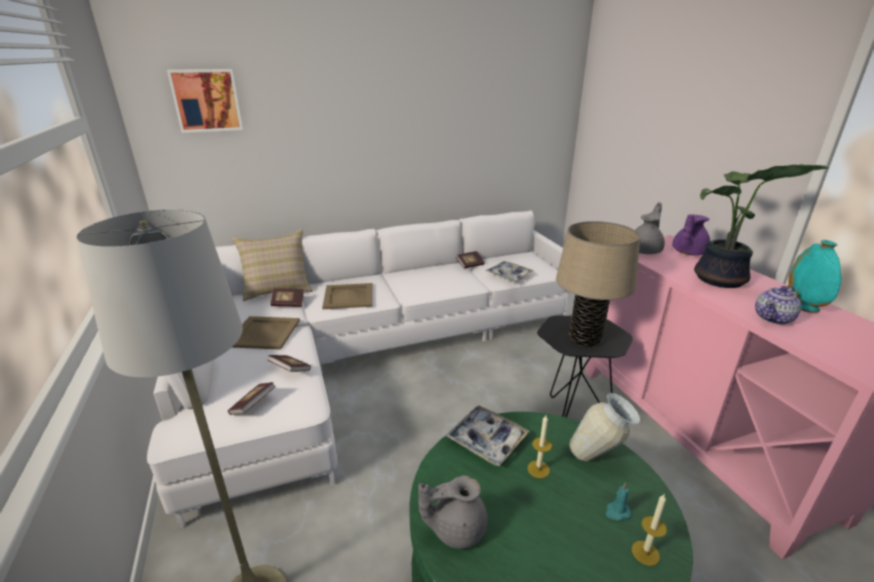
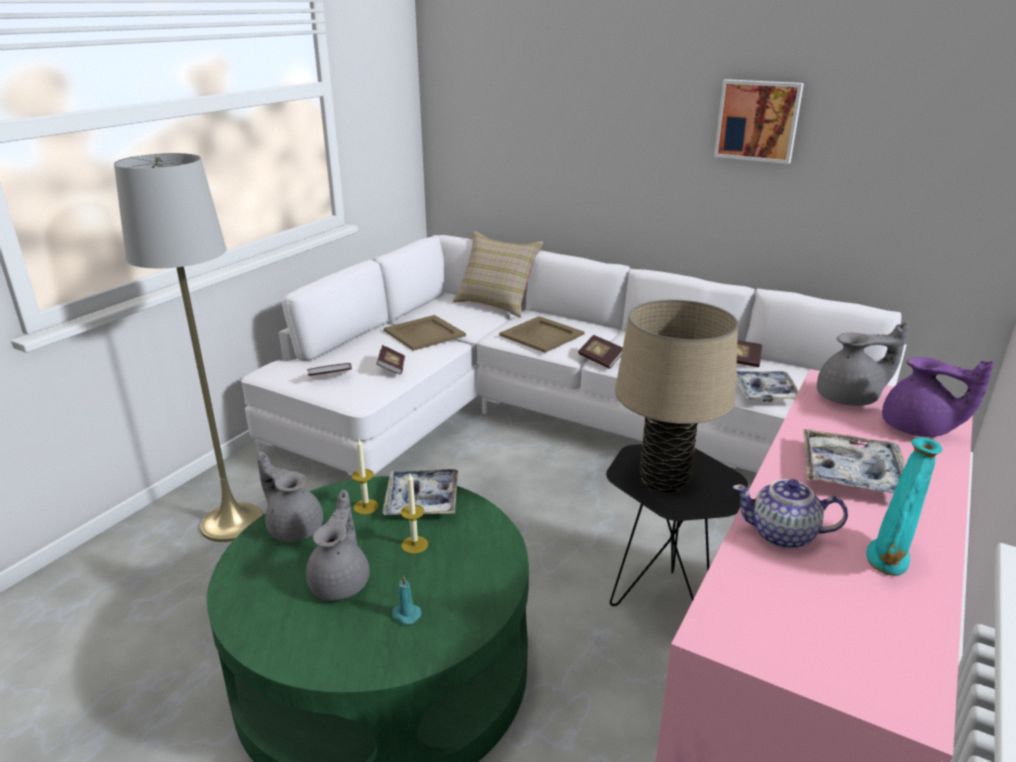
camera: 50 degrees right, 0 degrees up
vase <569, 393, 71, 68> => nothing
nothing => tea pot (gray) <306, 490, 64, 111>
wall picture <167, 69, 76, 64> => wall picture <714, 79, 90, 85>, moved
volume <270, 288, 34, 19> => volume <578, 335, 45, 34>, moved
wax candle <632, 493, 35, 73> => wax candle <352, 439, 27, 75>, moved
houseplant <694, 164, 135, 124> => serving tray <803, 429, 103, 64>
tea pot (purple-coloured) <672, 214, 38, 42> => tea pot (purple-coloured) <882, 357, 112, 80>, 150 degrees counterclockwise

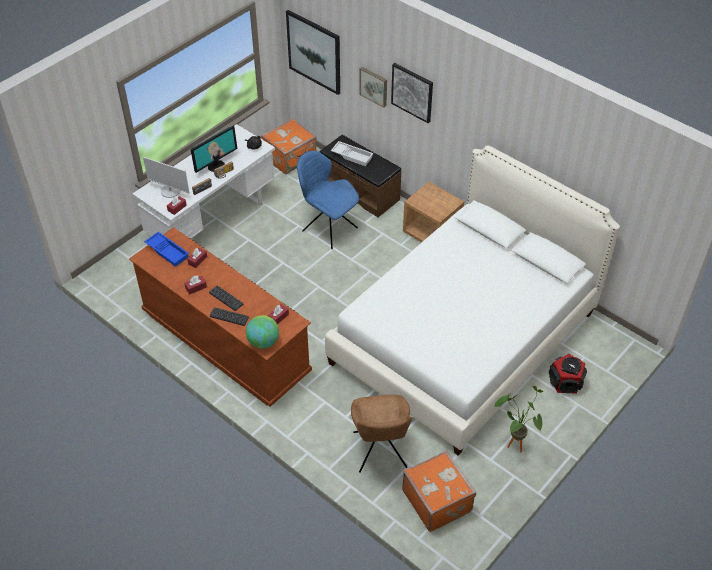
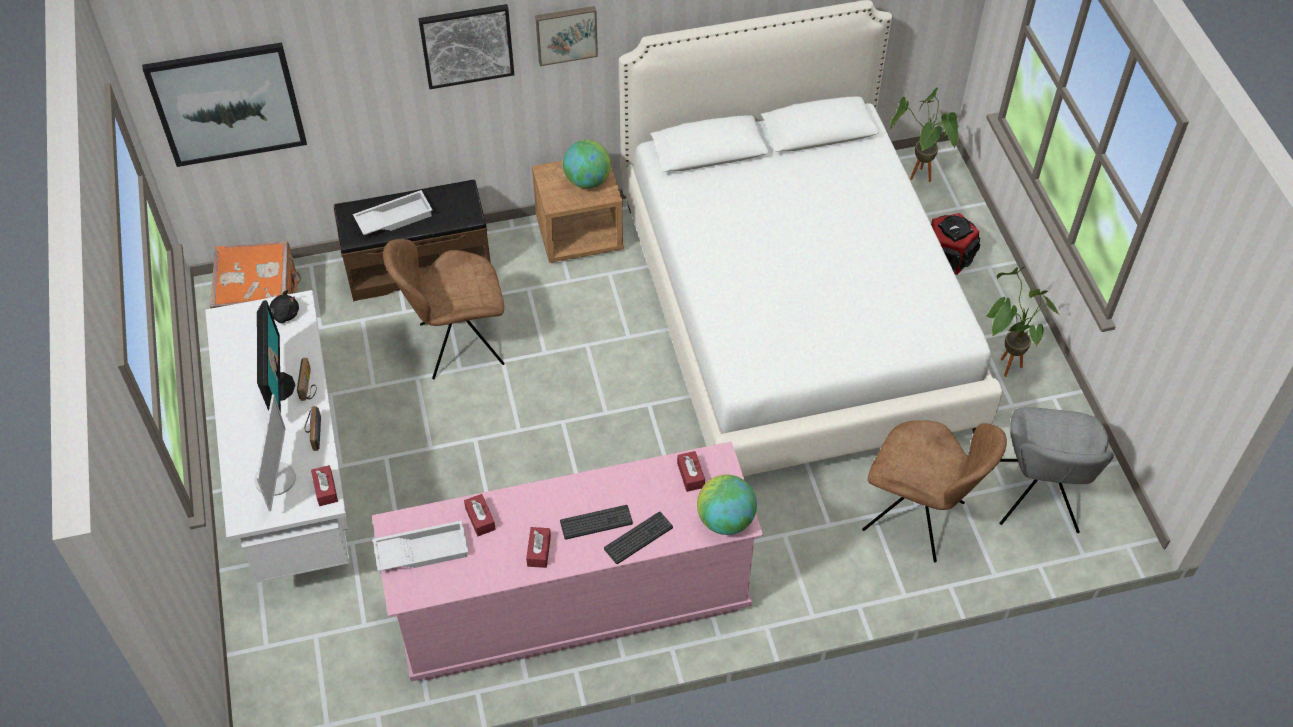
camera: 55 degrees left, 5 degrees up
nothing => desk globe <563, 140, 48, 49>
nothing => houseplant <890, 87, 69, 95>
wall picture <360, 67, 27, 41> => wall picture <535, 6, 63, 60>, moved
piece of luggage (orangey) <402, 451, 74, 81> => plain chair (gray) <999, 407, 115, 126>
dresser (brownish) <129, 227, 183, 180> => dresser (pinkish) <372, 442, 391, 240>
serving tray (blue) <144, 232, 45, 35> => serving tray (whitish) <373, 520, 95, 51>
plain chair (blue) <297, 151, 62, 98> => plain chair (brownish) <383, 239, 122, 141>
computer screen <143, 157, 46, 41> => computer screen <254, 394, 42, 117>, 60 degrees counterclockwise

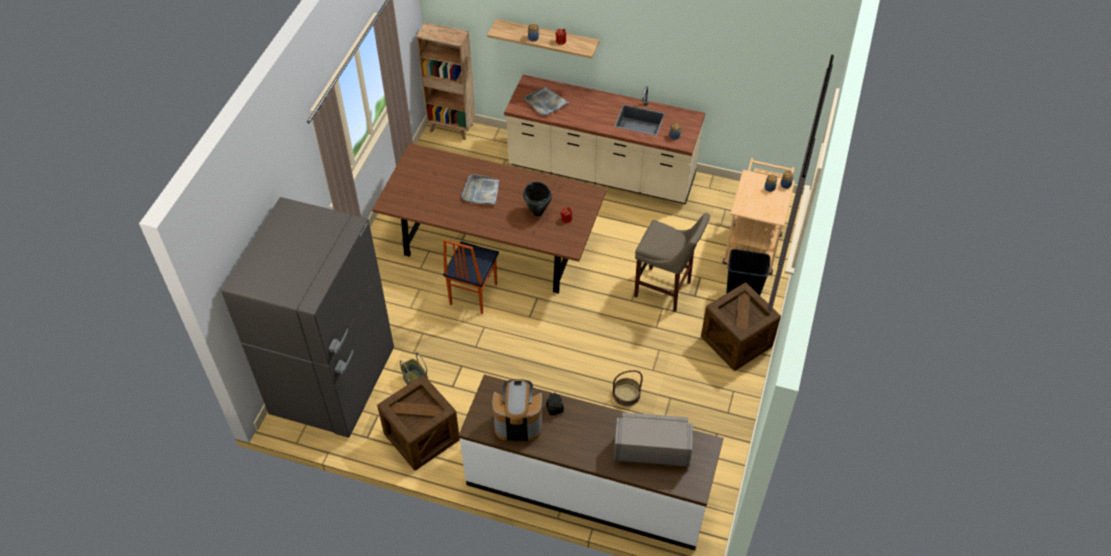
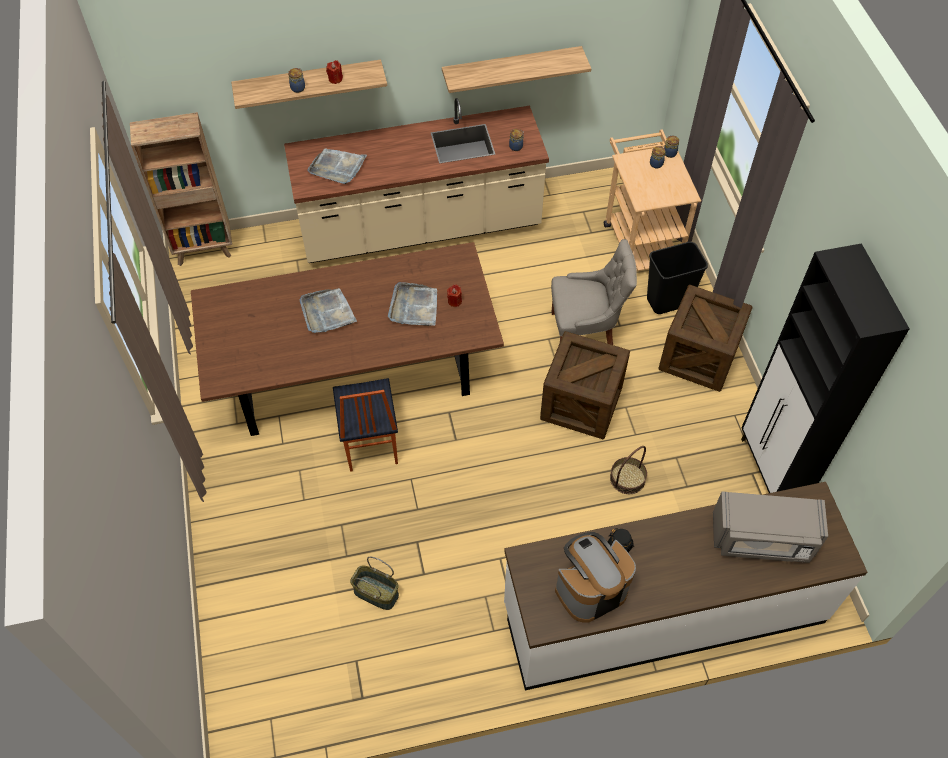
camera: 30 degrees left, 5 degrees up
fridge (gray) <221, 197, 173, 241> => nothing
nothing => wall shelf <442, 46, 149, 47>
nothing => storage cabinet (black) <741, 243, 169, 250>
crate <377, 375, 83, 95> => crate <540, 331, 90, 108>, moved
saucepot (black) <523, 182, 29, 34> => serving tray (gray) <388, 282, 49, 44>
sitting stool (sand-coloured) <634, 213, 76, 99> => plain chair (gray) <551, 239, 86, 106>
microwave oven (gray) <614, 412, 79, 55> => microwave oven (gray) <713, 491, 115, 72>, 150 degrees counterclockwise

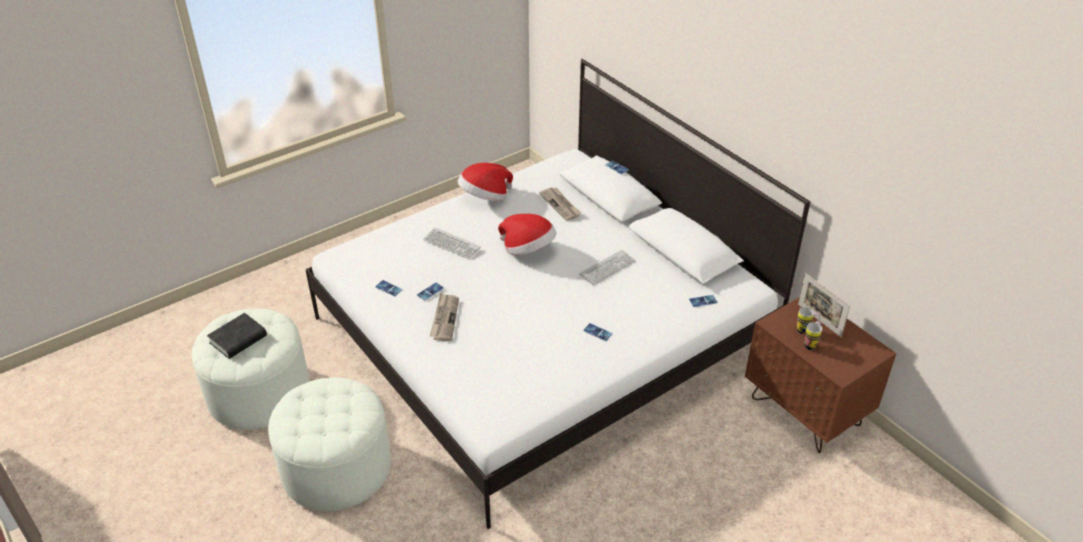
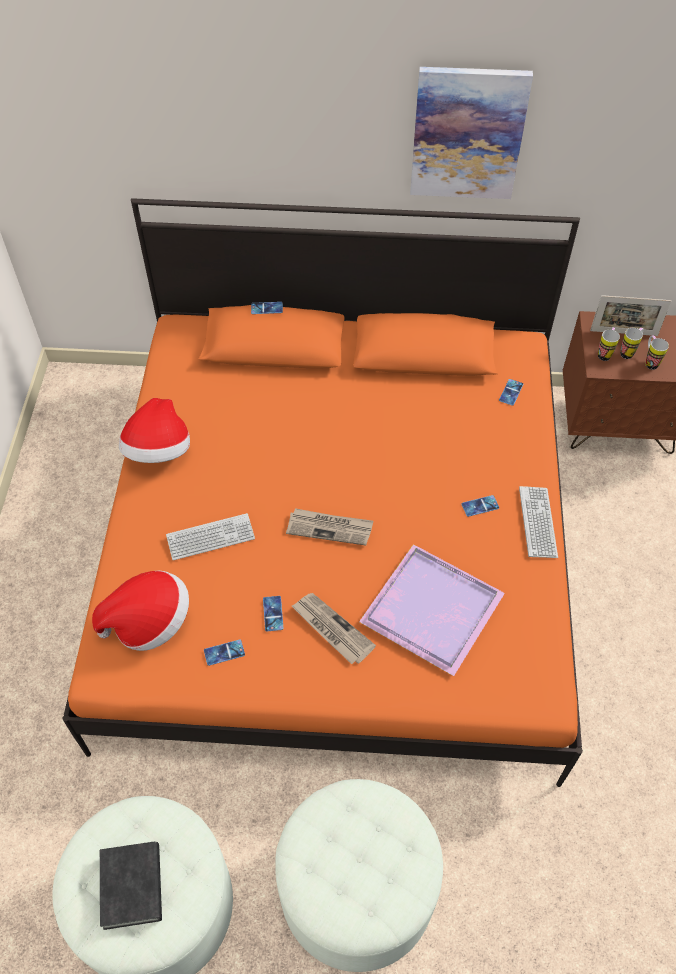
camera: 50 degrees left, 15 degrees up
nothing => serving tray (purple-coloured) <359, 544, 146, 132>
nothing => wall picture <410, 67, 123, 132>
nothing => tea mug <598, 327, 22, 34>
wearable hat <498, 214, 58, 41> => wearable hat <92, 570, 97, 81>, moved
daily paper <539, 187, 42, 34> => daily paper <286, 508, 87, 38>, moved
keyboard <579, 250, 57, 36> => keyboard <519, 486, 39, 72>, moved
sleeping bed (whitish) <306, 59, 505, 470> => sleeping bed (orangey) <62, 198, 521, 589>

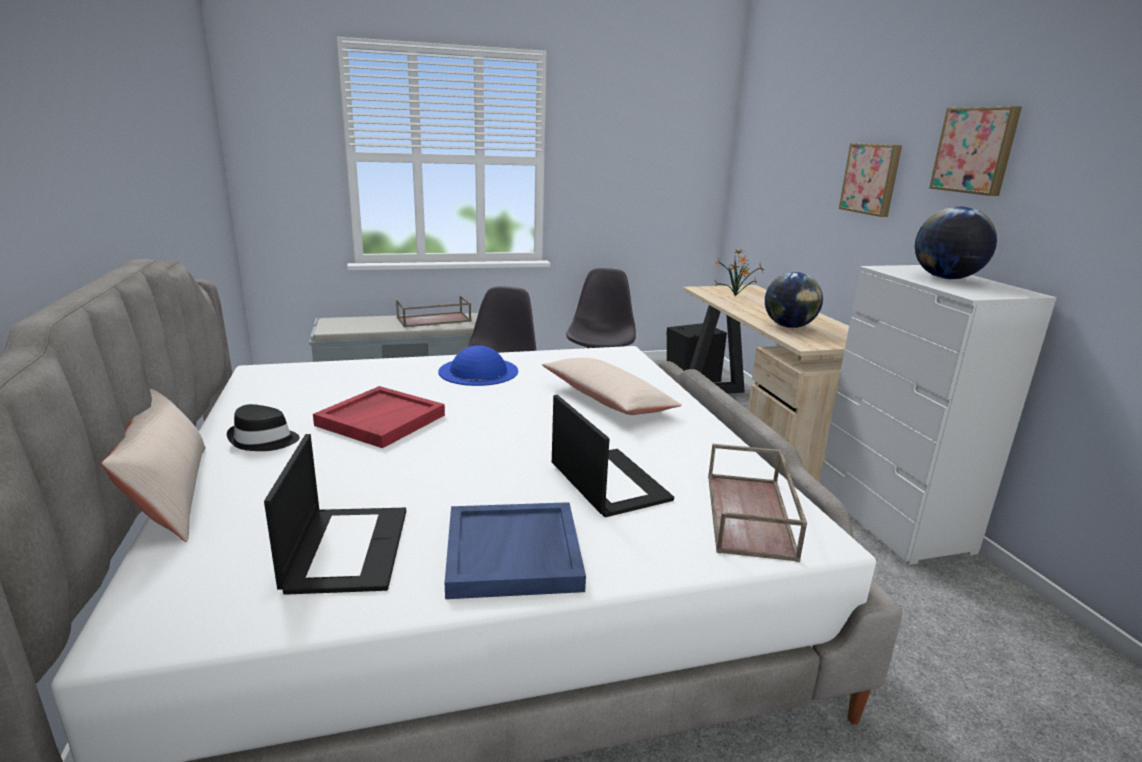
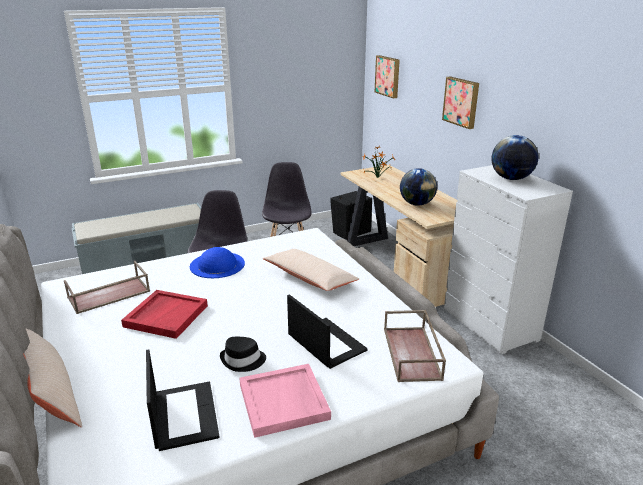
camera: 10 degrees left, 5 degrees up
wearable hat (black) <227, 404, 73, 47> => wearable hat (black) <220, 337, 46, 35>, moved
serving tray (brownish) <396, 295, 76, 32> => serving tray (brownish) <64, 261, 86, 53>, moved
wall picture <929, 106, 93, 90> => wall picture <375, 55, 25, 43>, moved
serving tray (blue) <445, 502, 141, 97> => serving tray (pinkish) <239, 364, 92, 74>

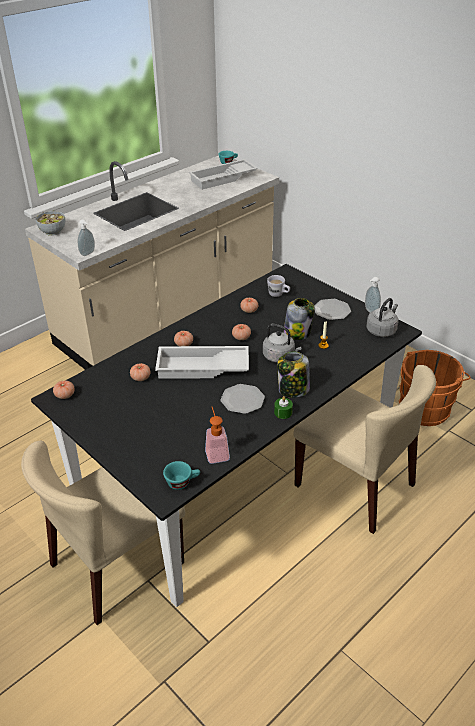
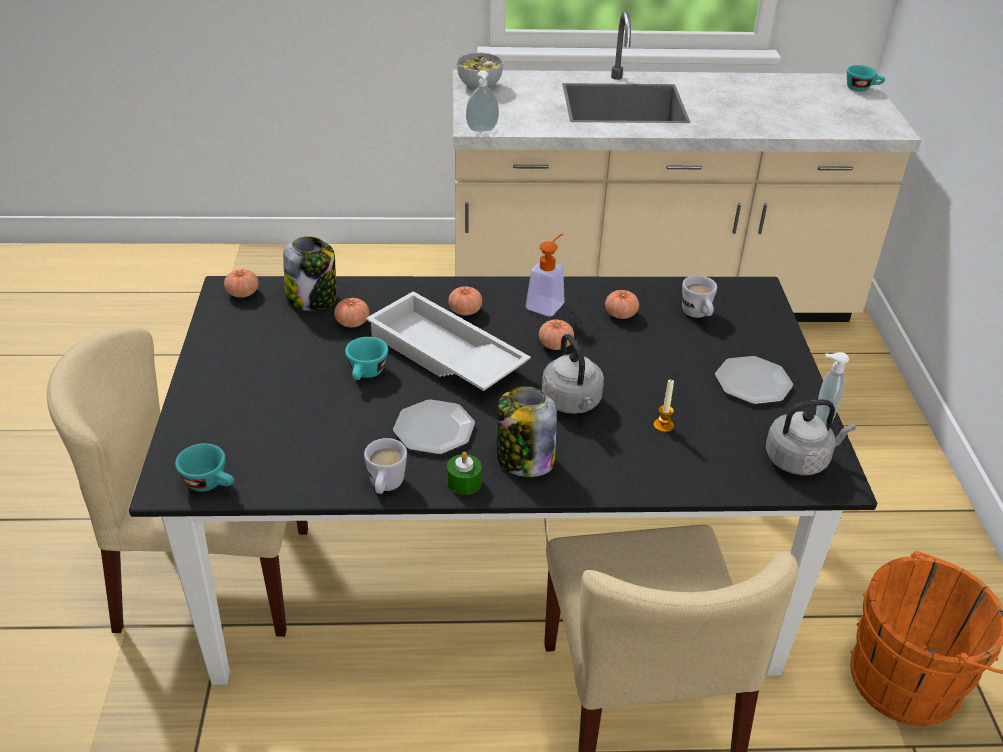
camera: 40 degrees right, 0 degrees up
serving tray (whitish) <189, 159, 69, 31> => nothing
nothing => small cup (turquoise-coloured) <345, 337, 43, 43>
nothing => tea mug (whitish) <364, 438, 43, 56>
soap dispenser <205, 407, 25, 57> => soap dispenser <525, 233, 40, 84>, moved
preserve jar <284, 298, 31, 42> => preserve jar <283, 236, 53, 75>, moved

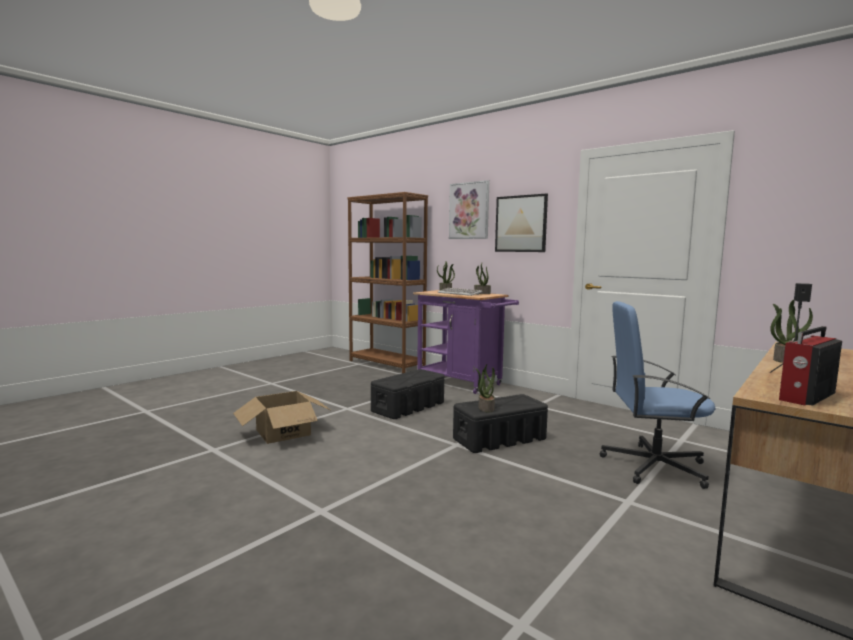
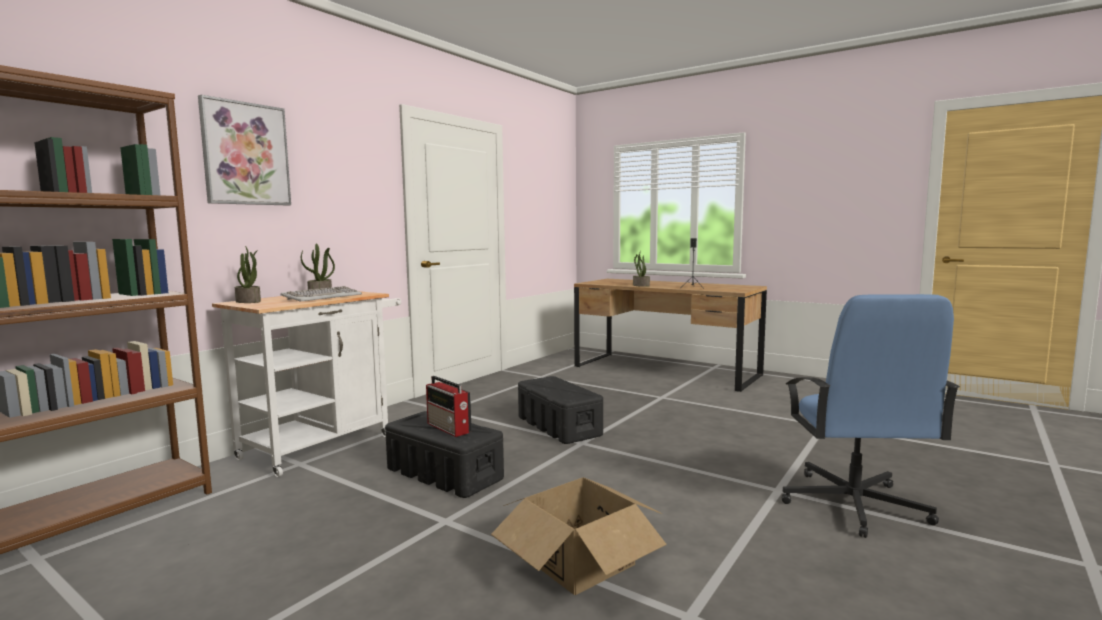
camera: 95 degrees left, 0 degrees up
houseplant <475, 364, 20, 49> => nothing
wall picture <495, 193, 53, 59> => nothing
desk chair (blue) <599, 301, 117, 188> => desk chair (blue) <782, 294, 178, 244>, moved
radio receiver <779, 326, 63, 80> => radio receiver <426, 376, 46, 61>, moved
trolley (purple-coloured) <413, 290, 106, 104> => trolley (whitish) <212, 291, 189, 186>

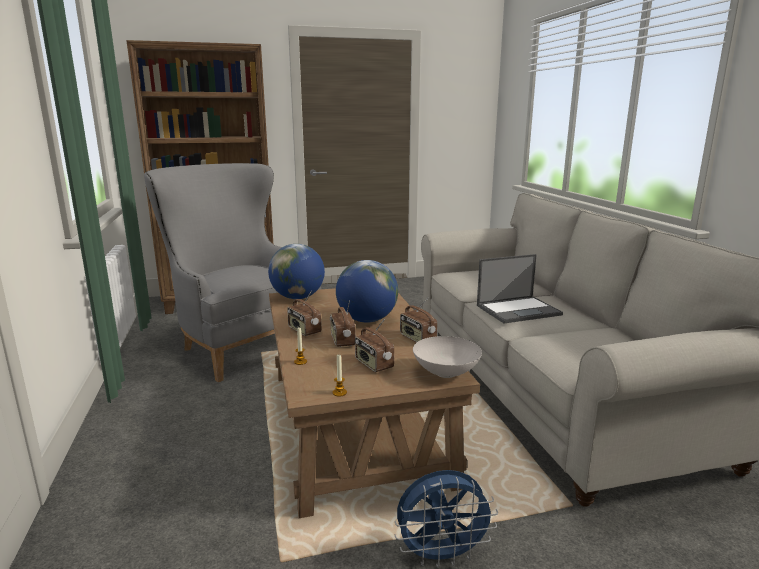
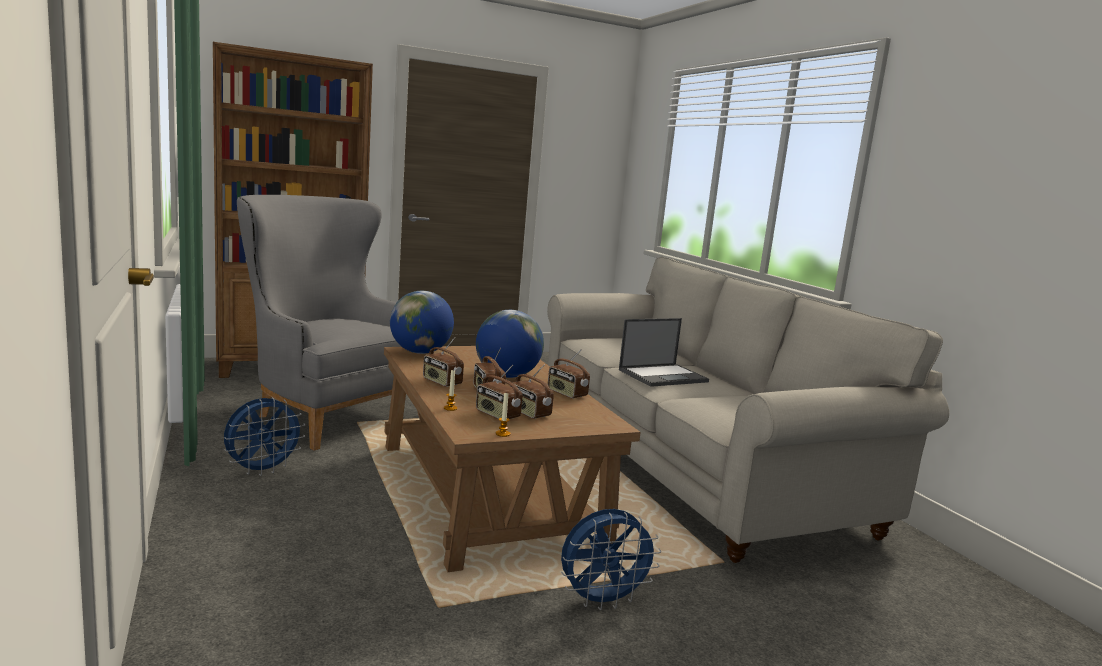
camera: 10 degrees left, 5 degrees down
deep dish (whitish) <413, 336, 69, 42> => nothing
nothing => fan (blue) <224, 397, 81, 79>
nothing => radio receiver <476, 365, 46, 54>

